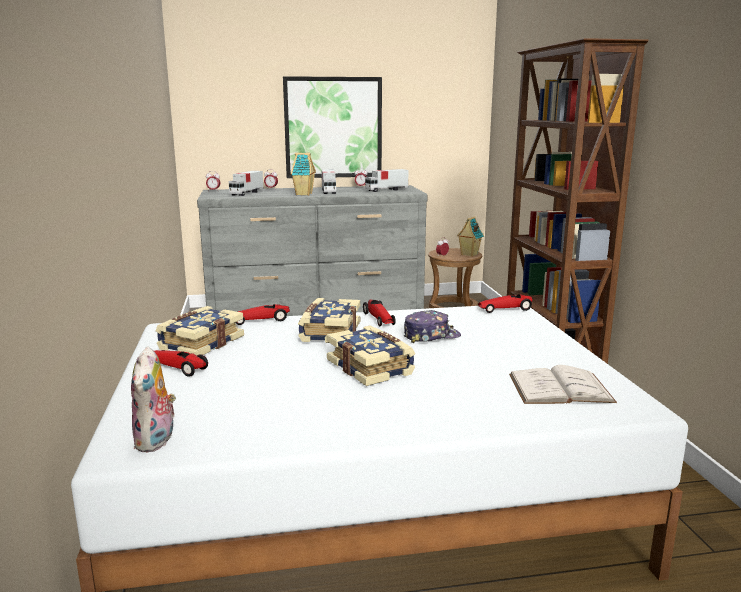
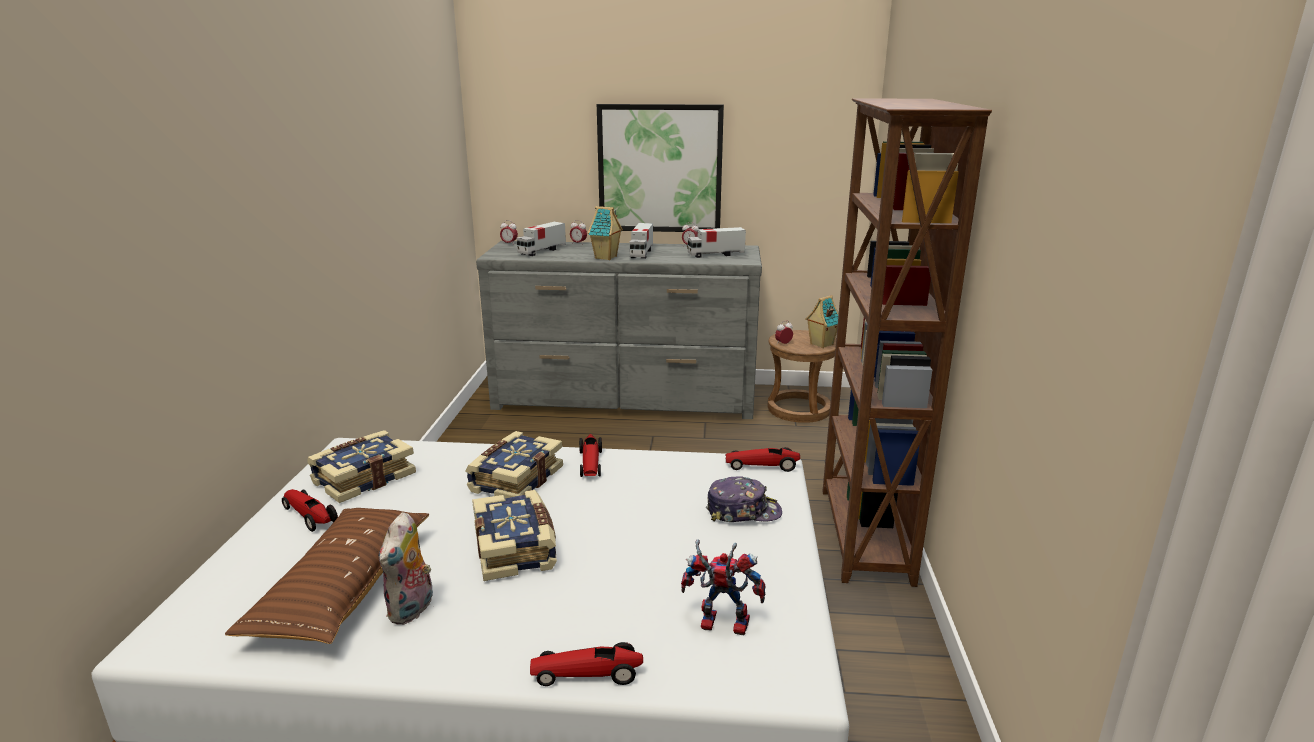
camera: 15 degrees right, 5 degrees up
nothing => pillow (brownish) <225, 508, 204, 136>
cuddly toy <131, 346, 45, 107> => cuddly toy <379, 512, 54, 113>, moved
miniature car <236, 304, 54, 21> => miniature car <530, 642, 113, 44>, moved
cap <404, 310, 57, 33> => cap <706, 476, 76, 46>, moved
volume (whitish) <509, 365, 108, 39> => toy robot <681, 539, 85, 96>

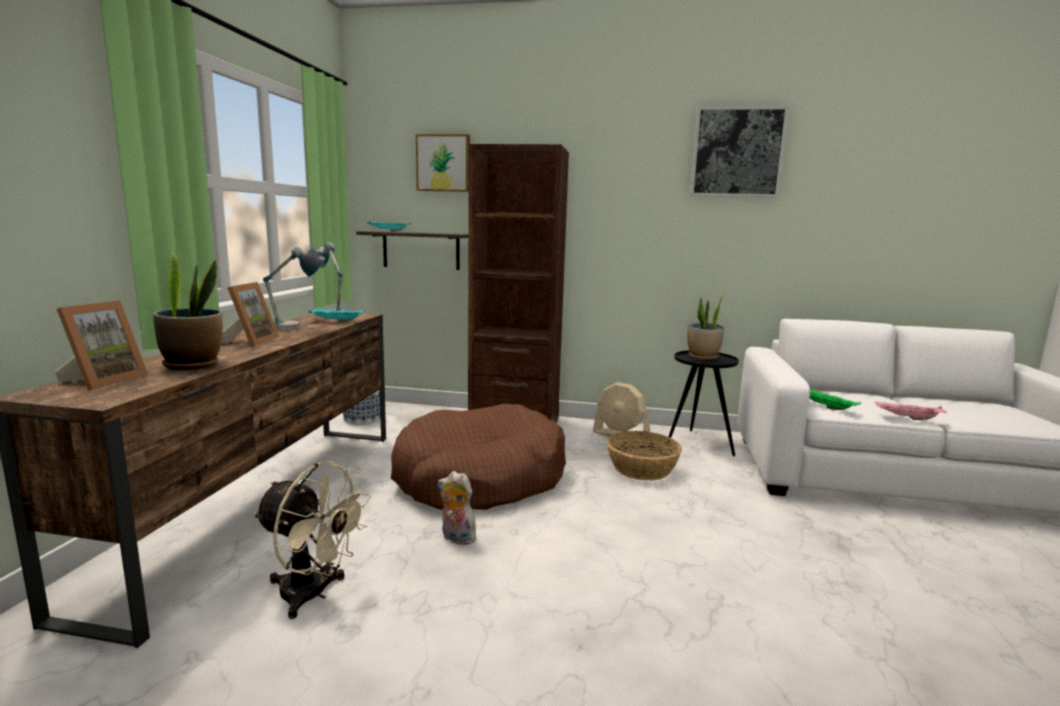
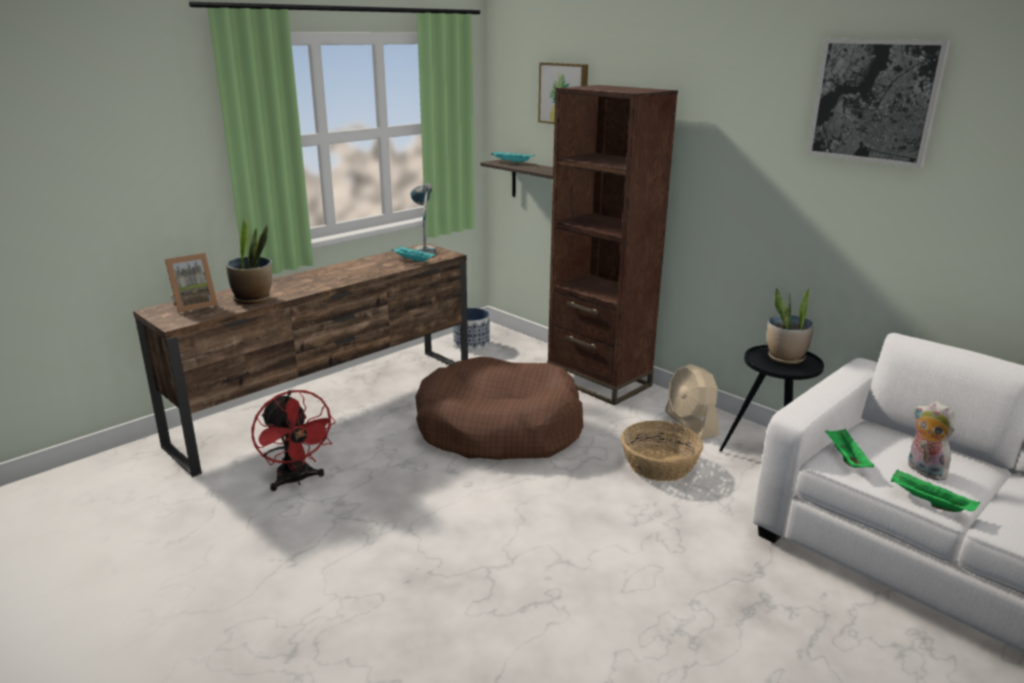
camera: 35 degrees right, 10 degrees up
standing frame <221, 282, 58, 65> => nothing
tabletop lamp <263, 246, 62, 85> => nothing
cuddly toy <438, 471, 38, 74> => cuddly toy <908, 401, 48, 79>, moved
fan (sand-coloured) <253, 461, 118, 158> => fan (reddish) <252, 390, 84, 101>
serving tray (pinkish) <875, 401, 72, 19> => serving tray (greenish) <891, 470, 89, 42>

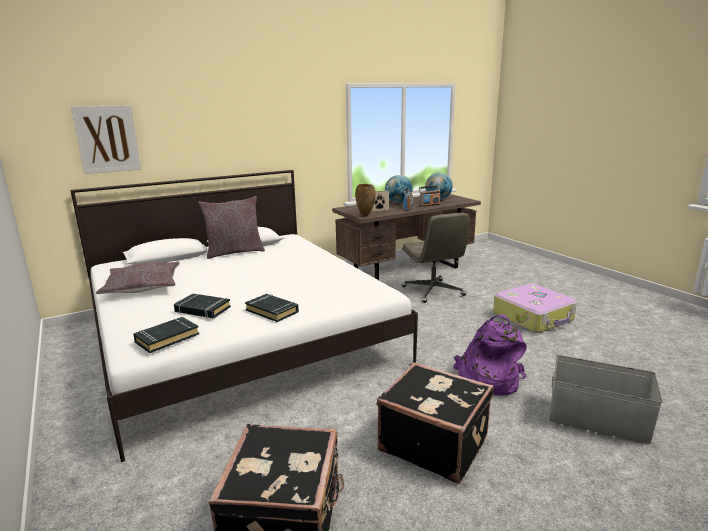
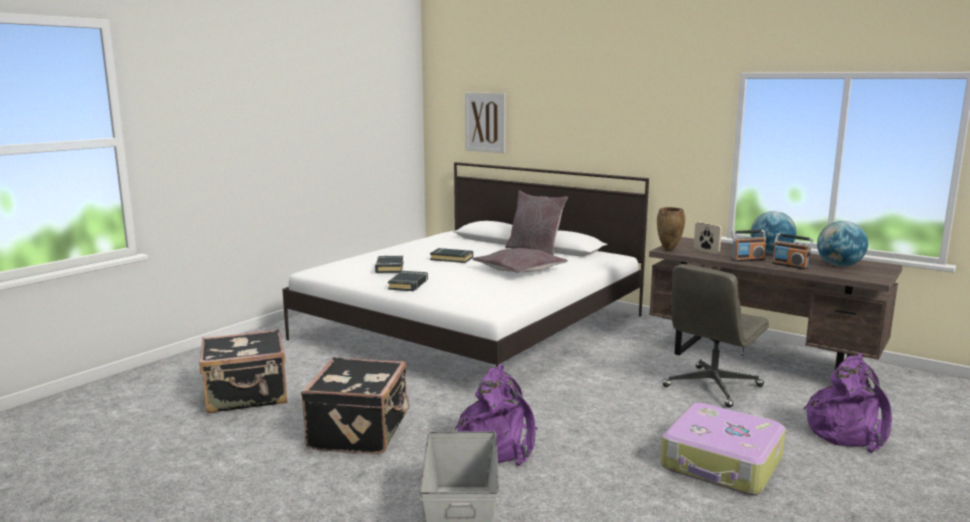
camera: 65 degrees right, 5 degrees down
nothing => rucksack (purple-coloured) <803, 353, 89, 100>
pillow (gray) <96, 262, 83, 32> => pillow (gray) <473, 248, 95, 25>, moved
volume (black) <133, 317, 66, 36> => volume (black) <430, 248, 43, 15>, moved

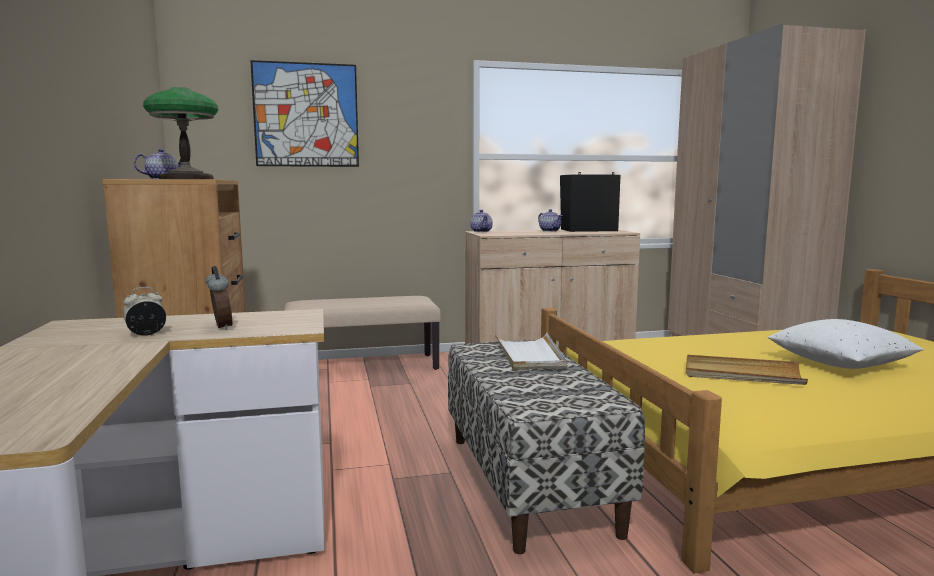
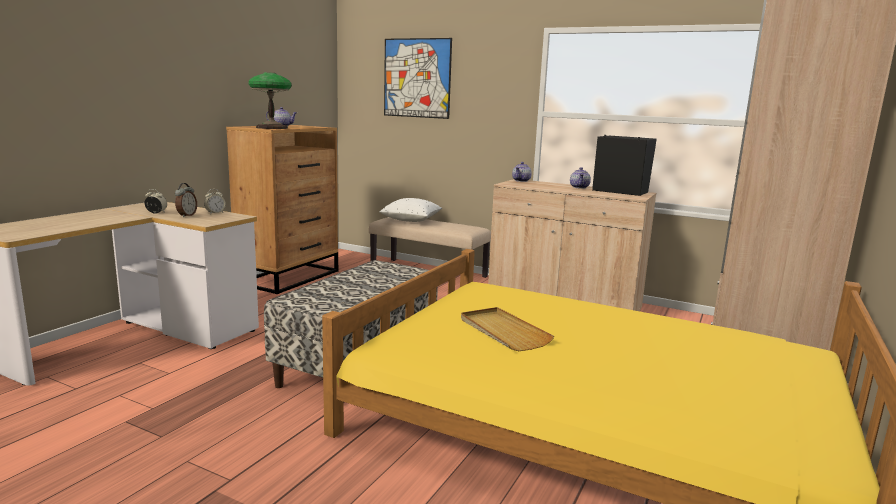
camera: 40 degrees right, 5 degrees up
serving tray (whitish) <495, 333, 72, 37> => nothing
nothing => alarm clock <204, 189, 22, 25>
pillow (whitish) <768, 319, 155, 50> => pillow (whitish) <379, 198, 63, 24>, moved

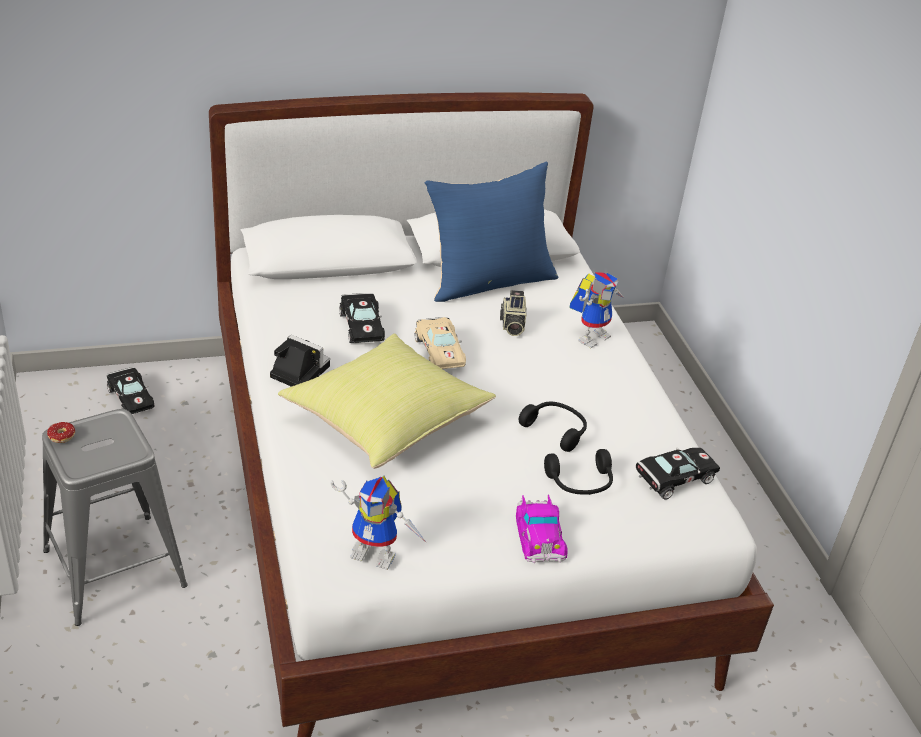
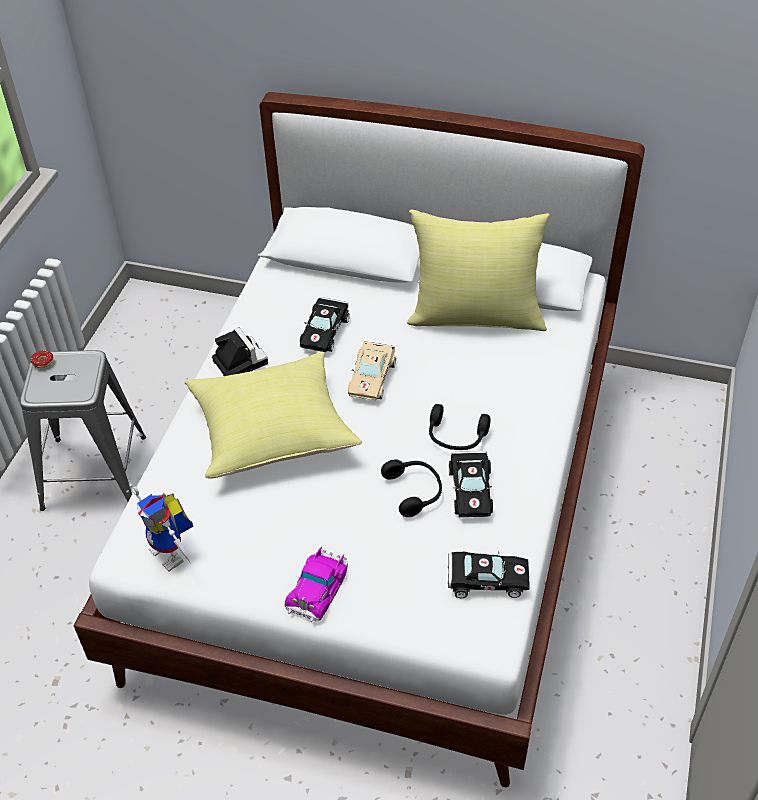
camera: 35 degrees right, 10 degrees up
photo camera <500, 290, 26, 46> => nothing
toy robot <569, 272, 55, 77> => nothing
miniature car (black) <107, 367, 47, 47> => miniature car (black) <449, 451, 44, 66>, moved
headphones (black) <544, 449, 69, 46> => headphones (black) <429, 404, 62, 46>, moved
pillow (blue) <425, 162, 133, 140> => pillow (yellow) <407, 210, 143, 121>

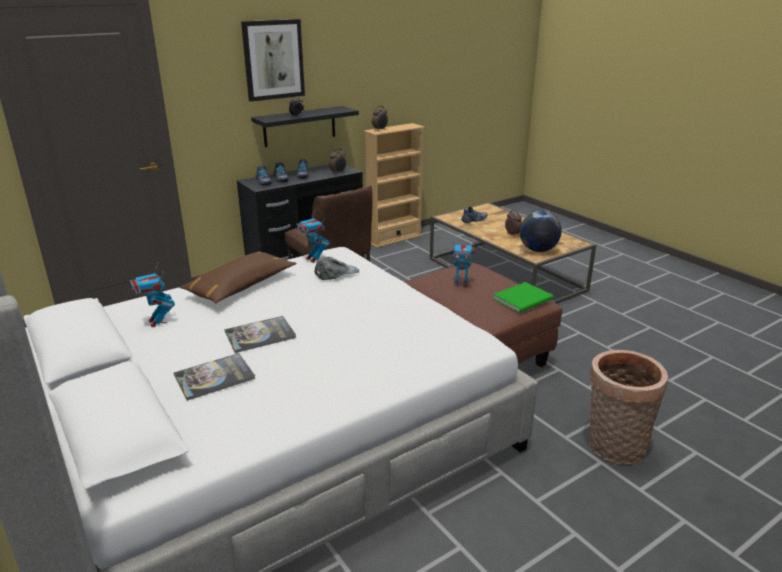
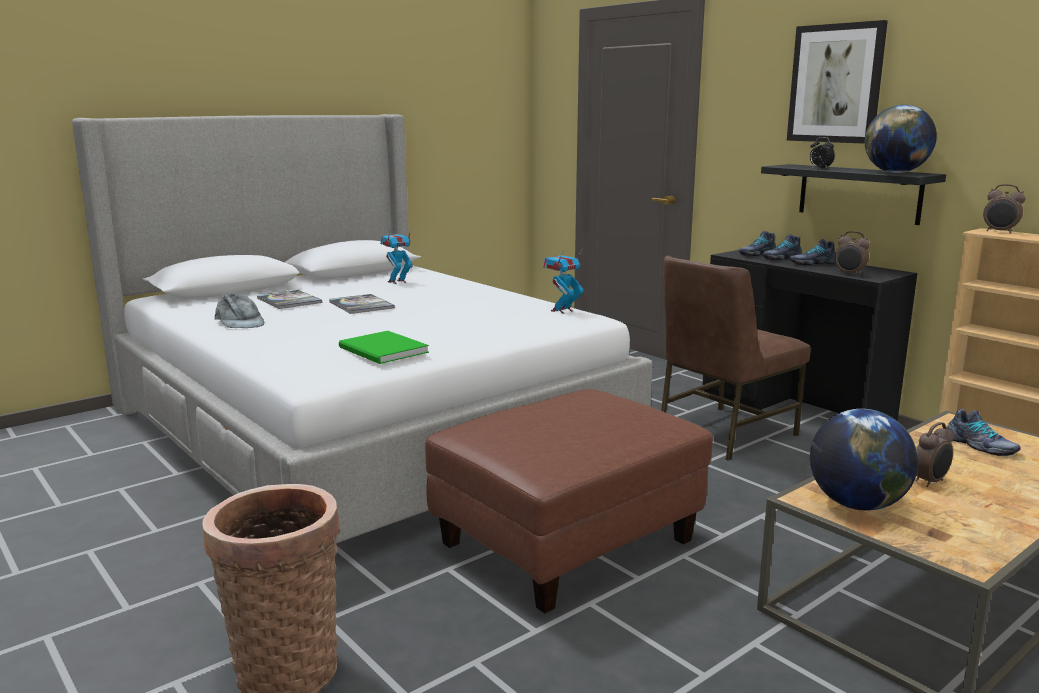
camera: 85 degrees right, 10 degrees down
pillow (brownish) <180, 251, 116, 52> => nothing
toy robot <452, 235, 22, 52> => nothing
nothing => desk globe <865, 105, 72, 68>
cap (gray) <314, 256, 45, 24> => cap (gray) <215, 293, 49, 35>, moved
volume (greenish) <493, 282, 61, 31> => volume (greenish) <339, 331, 90, 33>, moved

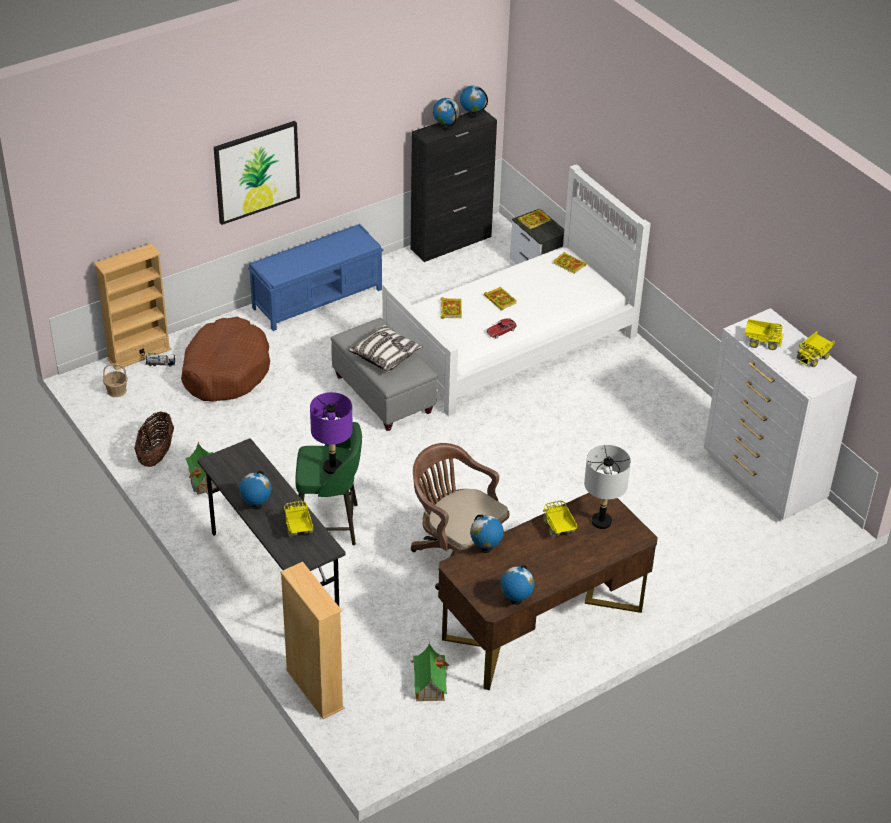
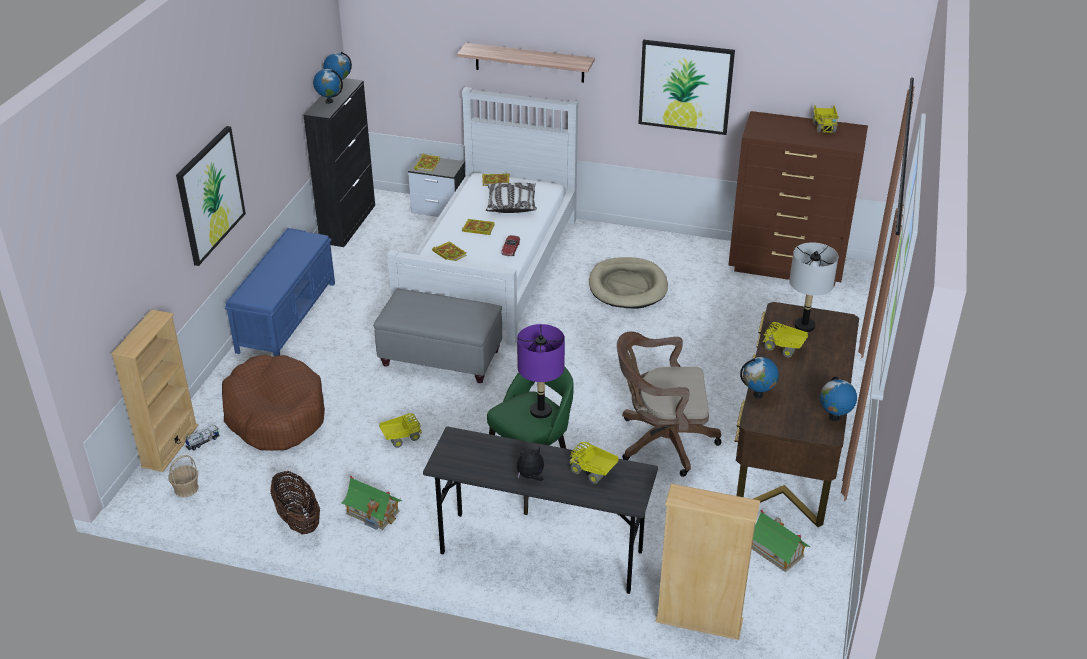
camera: 40 degrees left, 5 degrees down
nothing => wall shelf <457, 43, 138, 40>
nothing => pet bed (sand-coloured) <589, 257, 79, 51>
nothing => wall picture <638, 40, 97, 95>
pillow <348, 324, 75, 49> => pillow <486, 183, 51, 30>, moved
model truck <745, 319, 38, 31> => model truck <379, 413, 43, 35>, moved
desk globe <239, 471, 33, 39> => cuddly toy <517, 447, 27, 34>
dresser (whitish) <704, 308, 153, 213> => dresser (brownish) <728, 111, 140, 176>

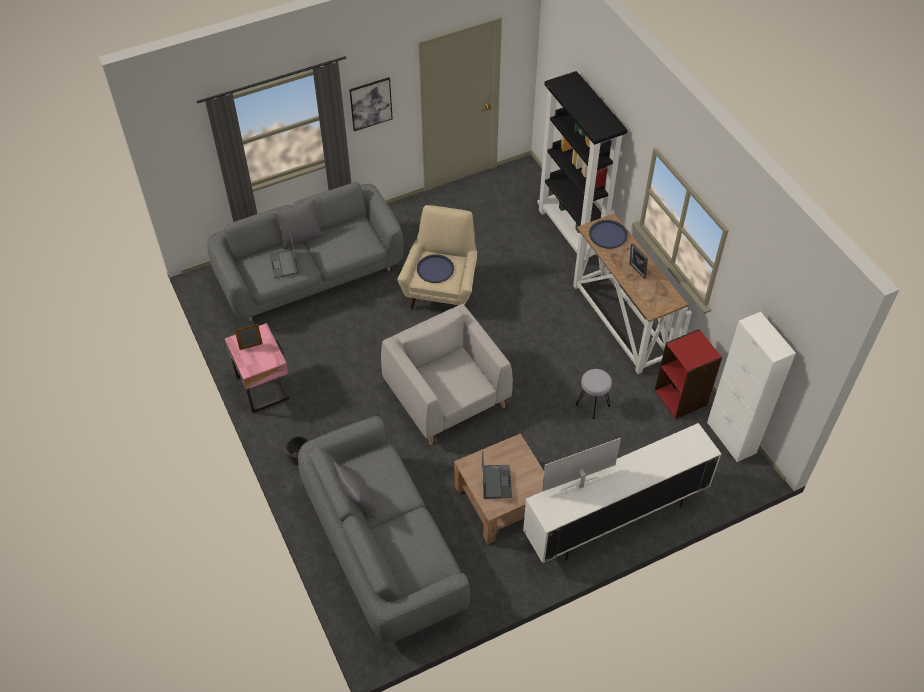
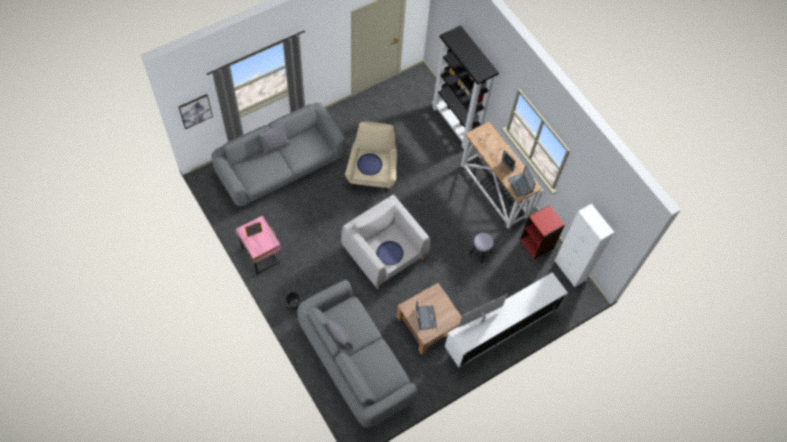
camera: 10 degrees left, 10 degrees up
notebook computer <269, 233, 30, 45> => notebook computer <508, 165, 28, 32>, moved
wall picture <349, 77, 44, 54> => wall picture <179, 94, 34, 35>, moved
serving tray (blue) <589, 220, 39, 29> => serving tray (blue) <377, 241, 27, 24>, moved

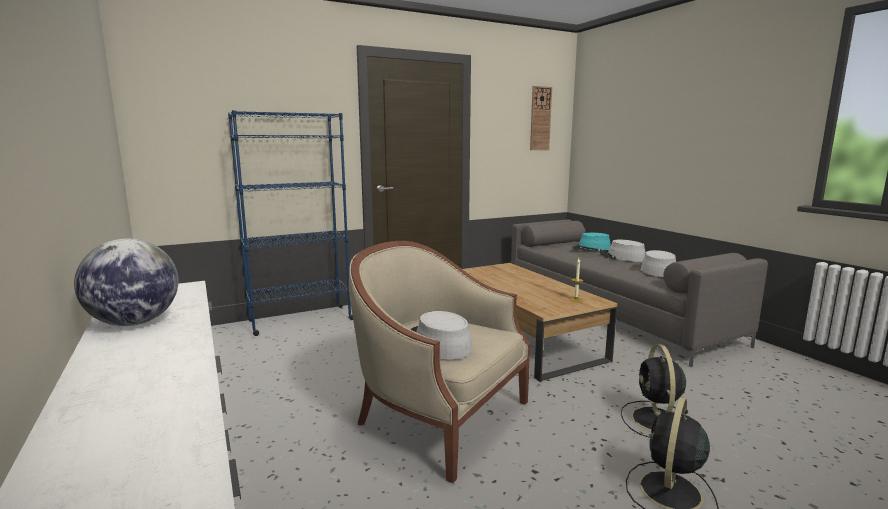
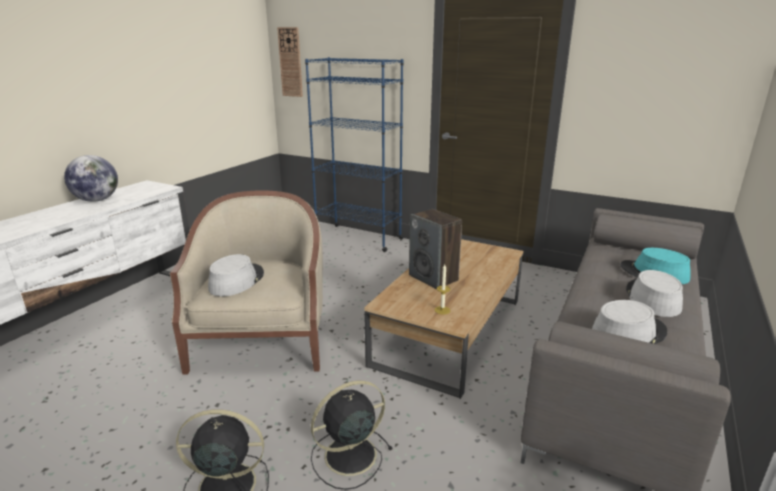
camera: 55 degrees right, 10 degrees up
nothing => speaker <409, 209, 53, 80>
hanging clock <530, 86, 22, 64> => hanging clock <277, 27, 26, 70>, moved

